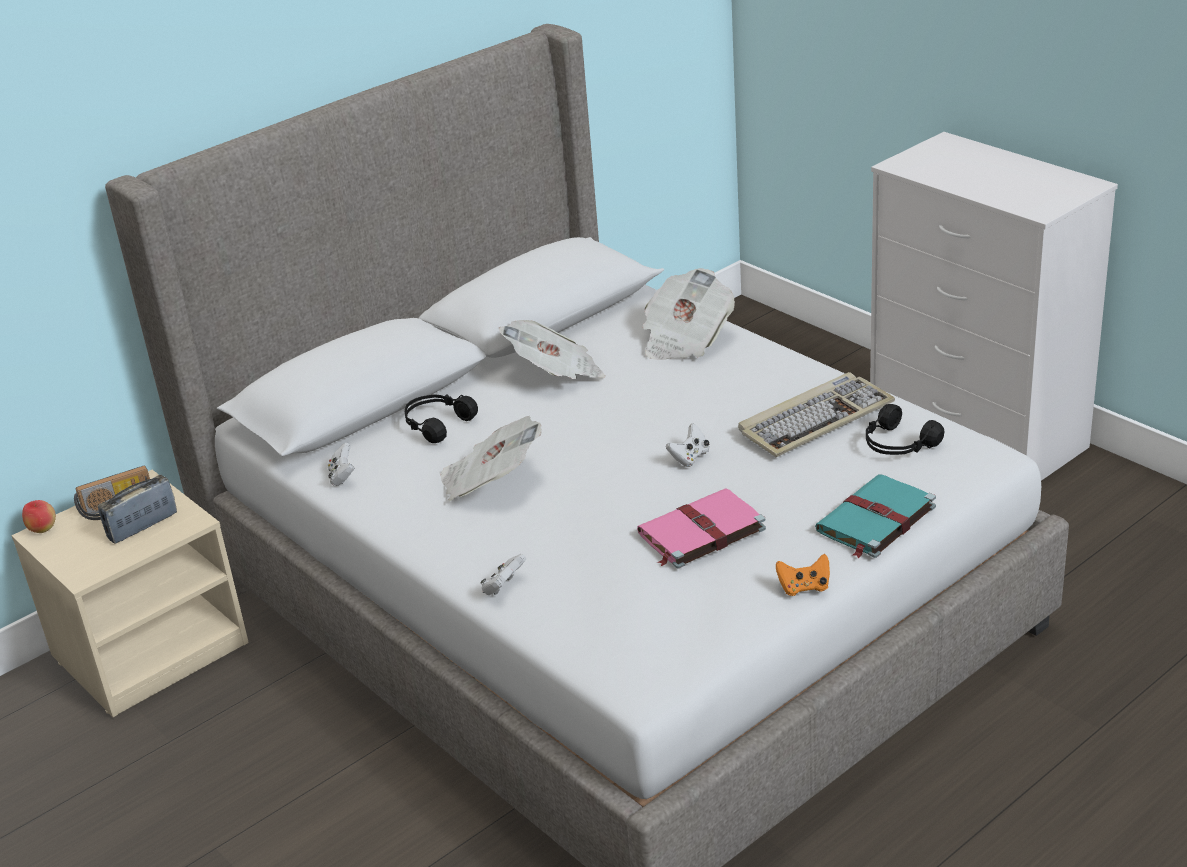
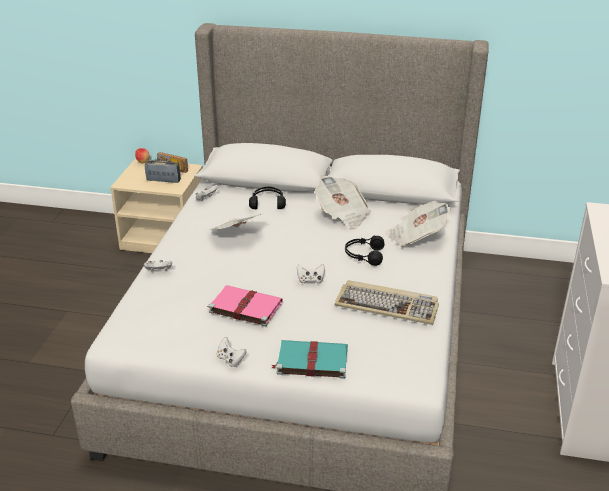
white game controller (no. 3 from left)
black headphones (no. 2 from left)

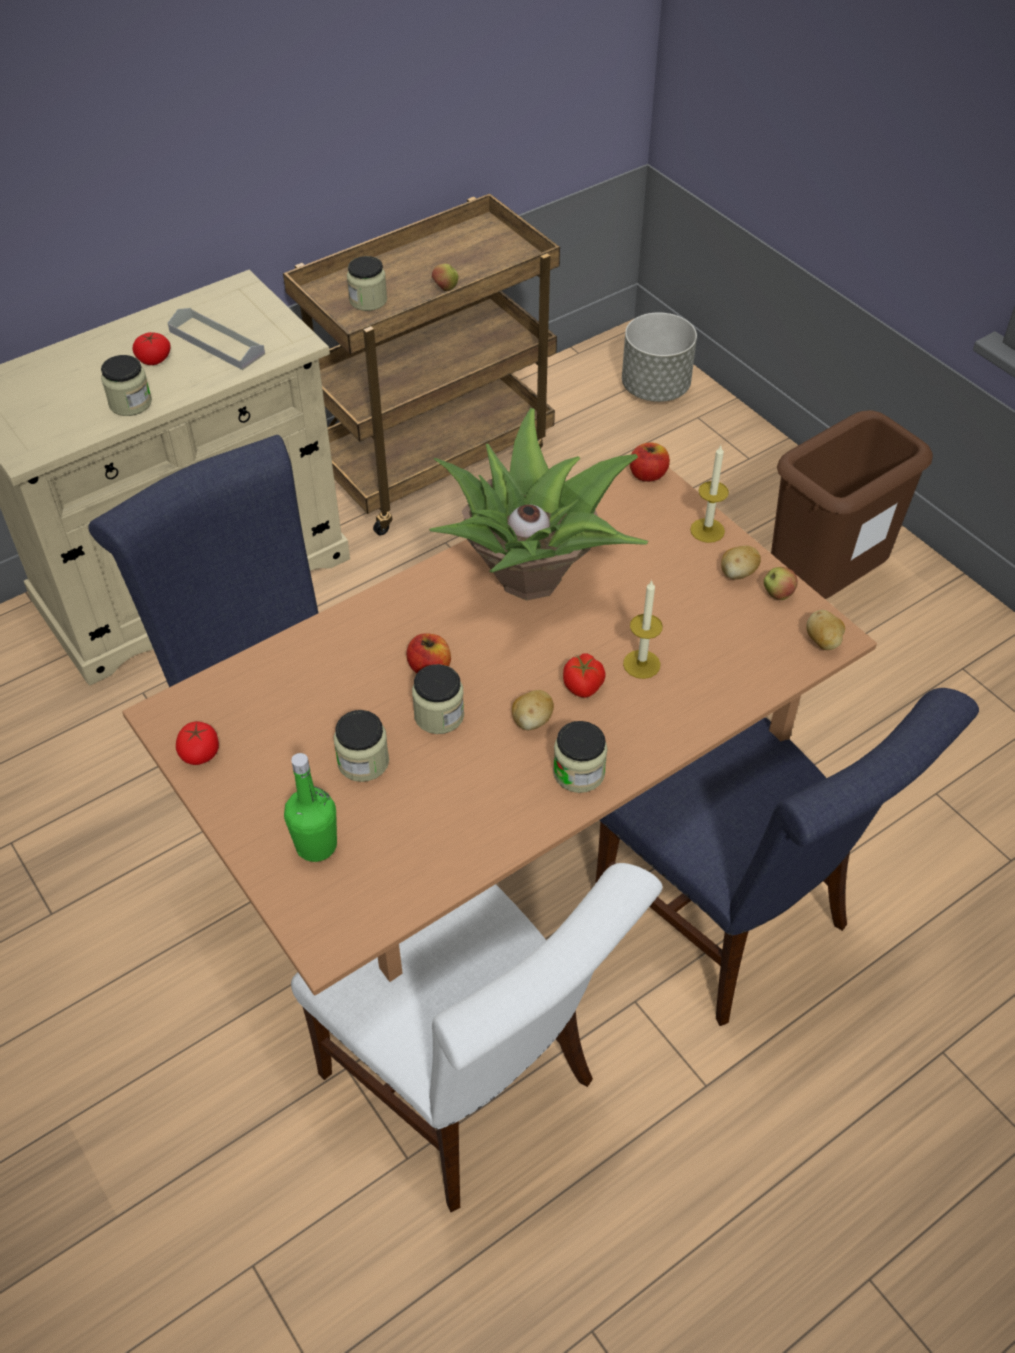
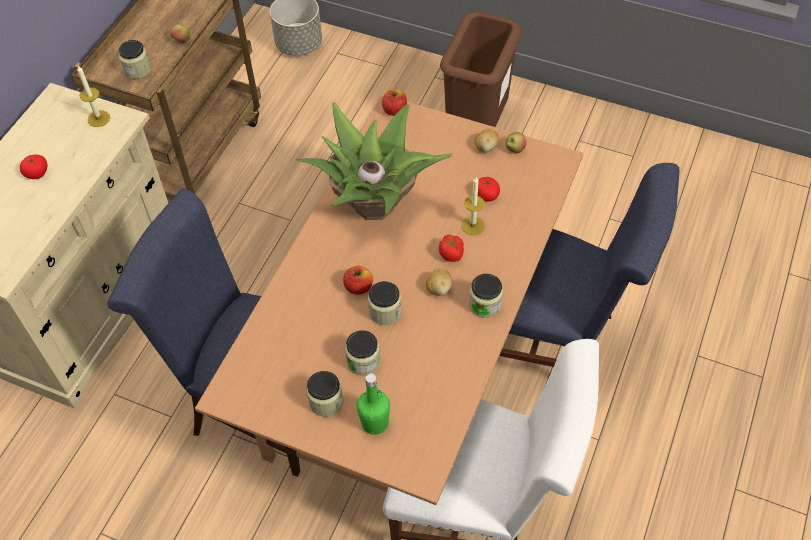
jar (no. 2 from left)
grey tray
tomato (no. 3 from left)
candle (no. 1 from left)
potato (no. 3 from left in the first image)

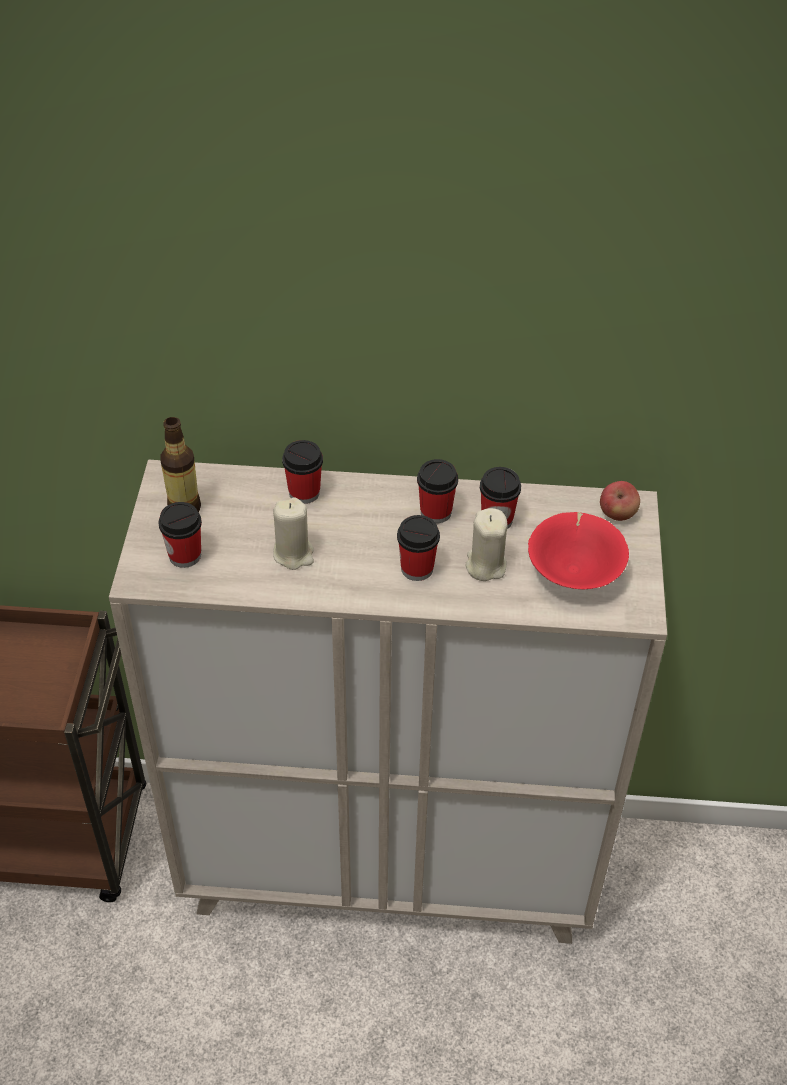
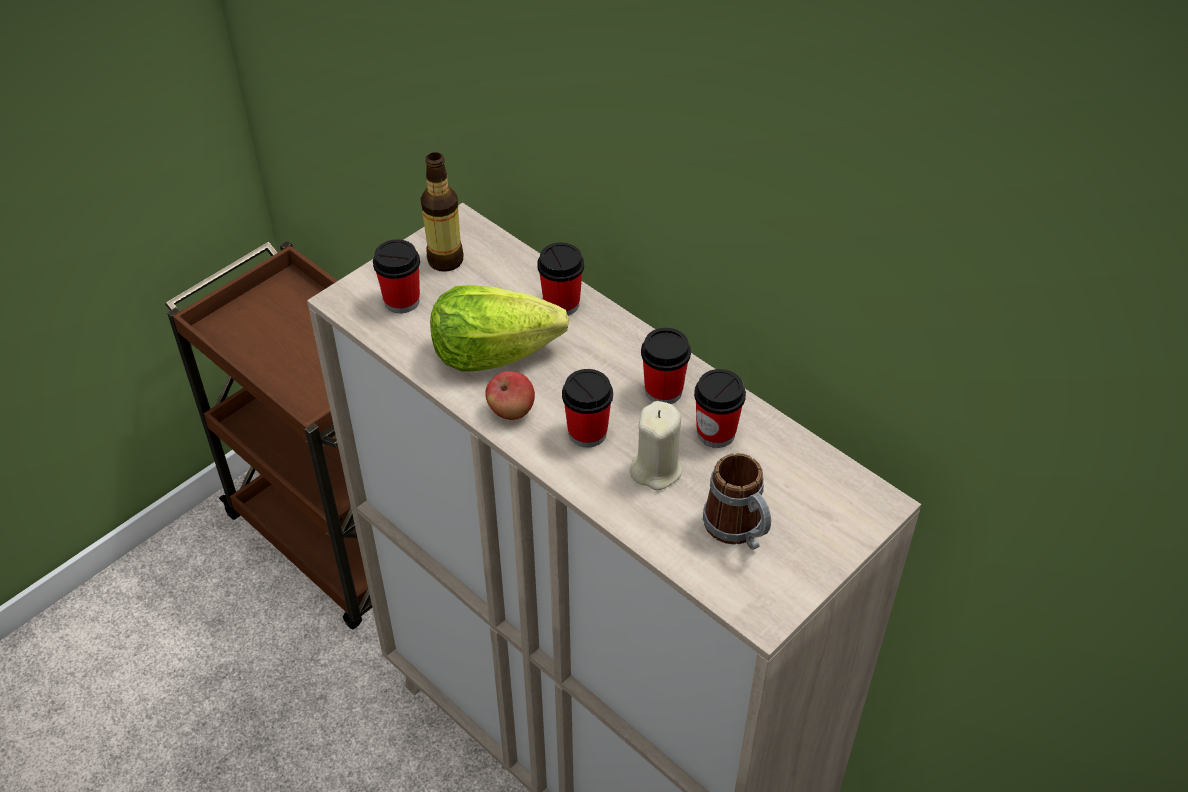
lettuce
mug
apple

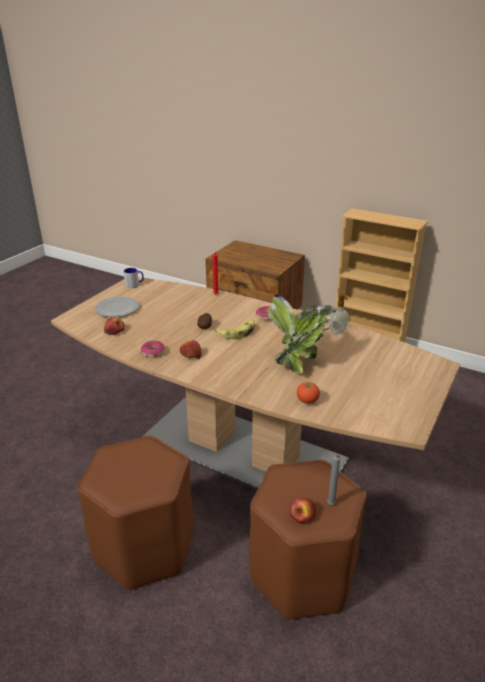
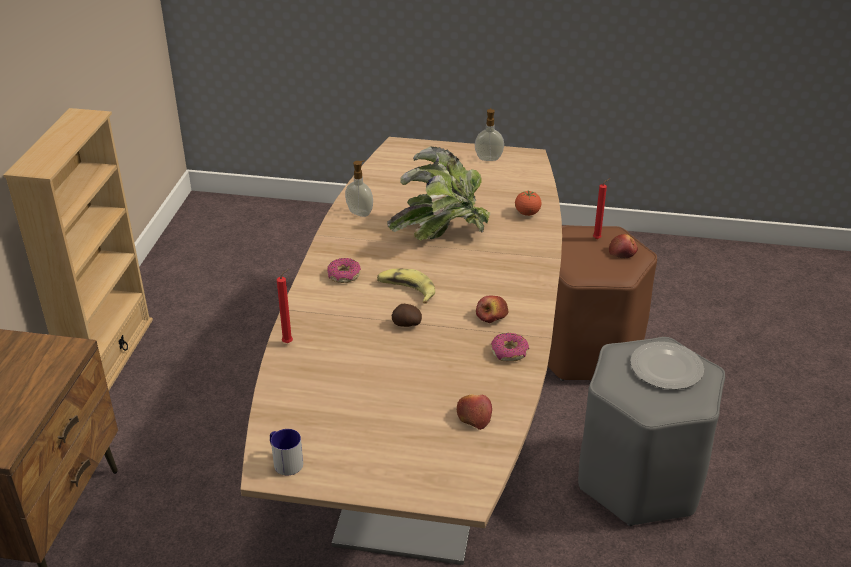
grey stool
plate
red candle (no. 2 from left)
soap dispenser (no. 2 from left)

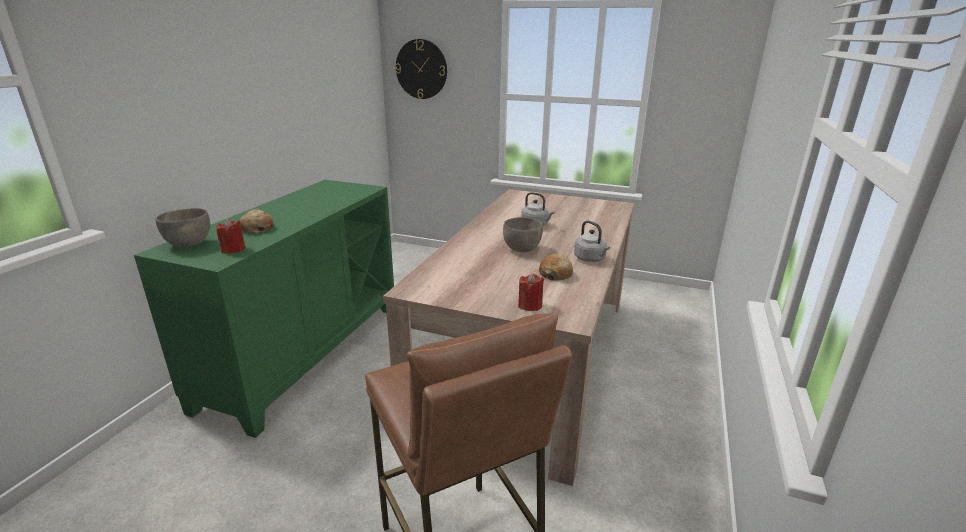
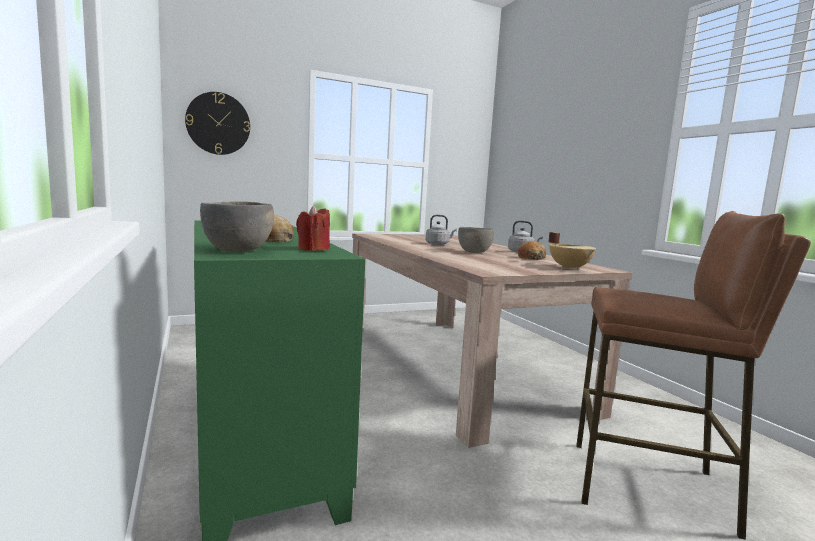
beige cooking pot

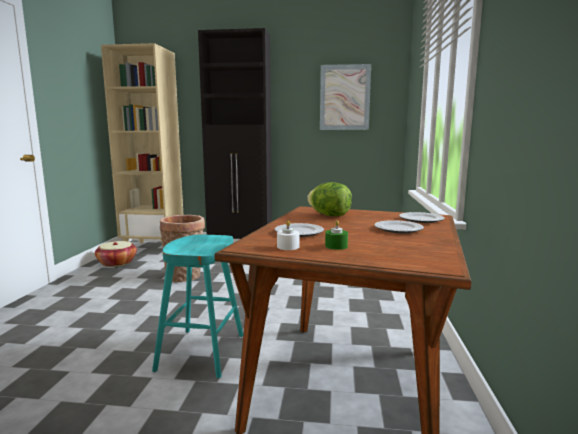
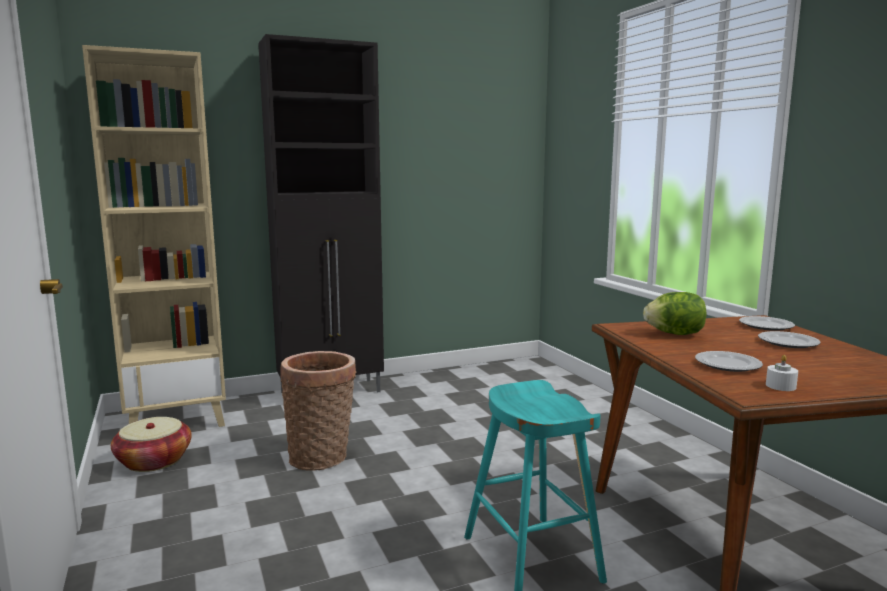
picture
green candle

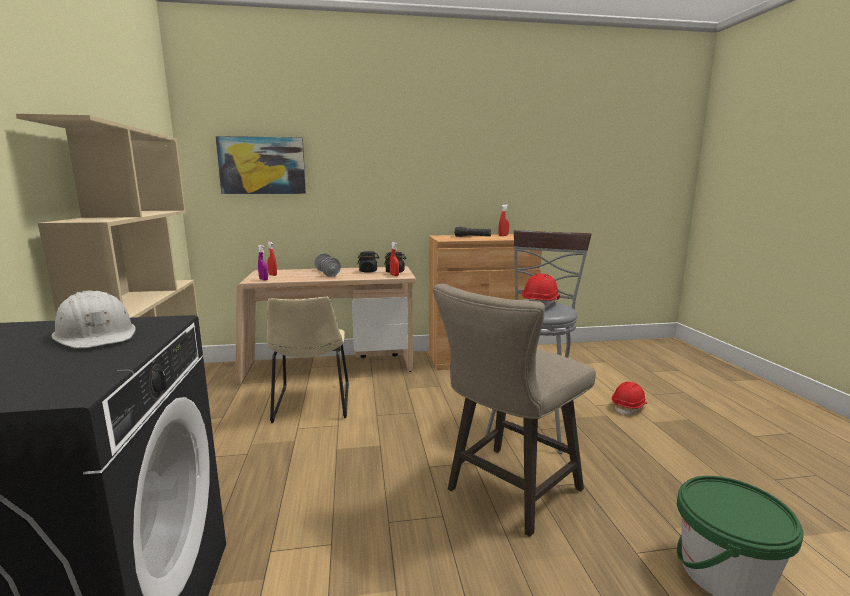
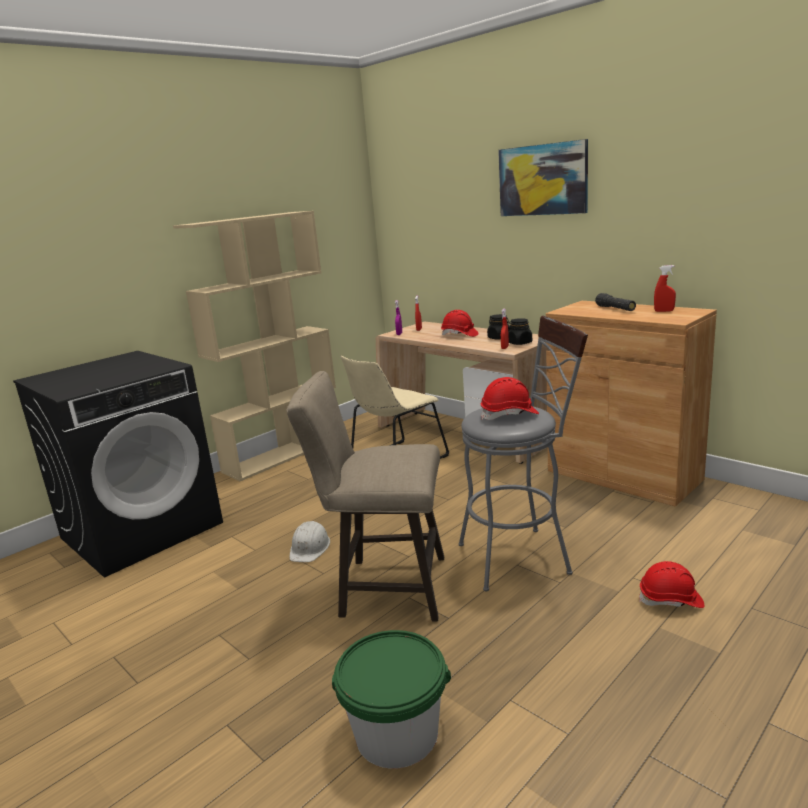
white hard hat
picture
red hard hat (no. 1 from left)

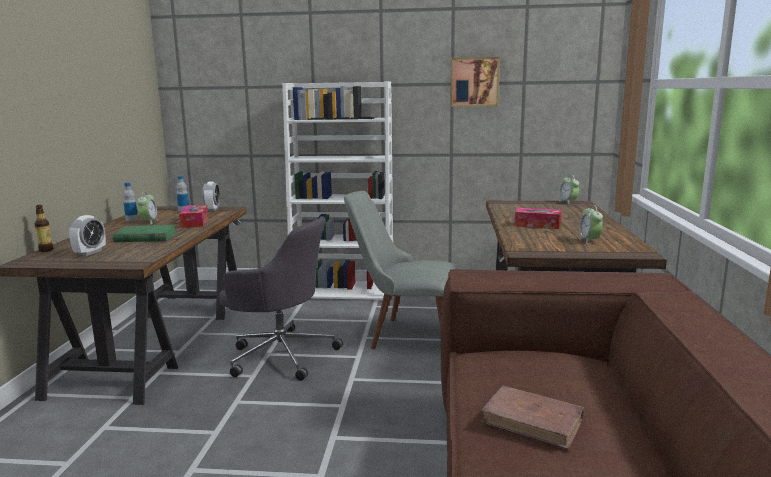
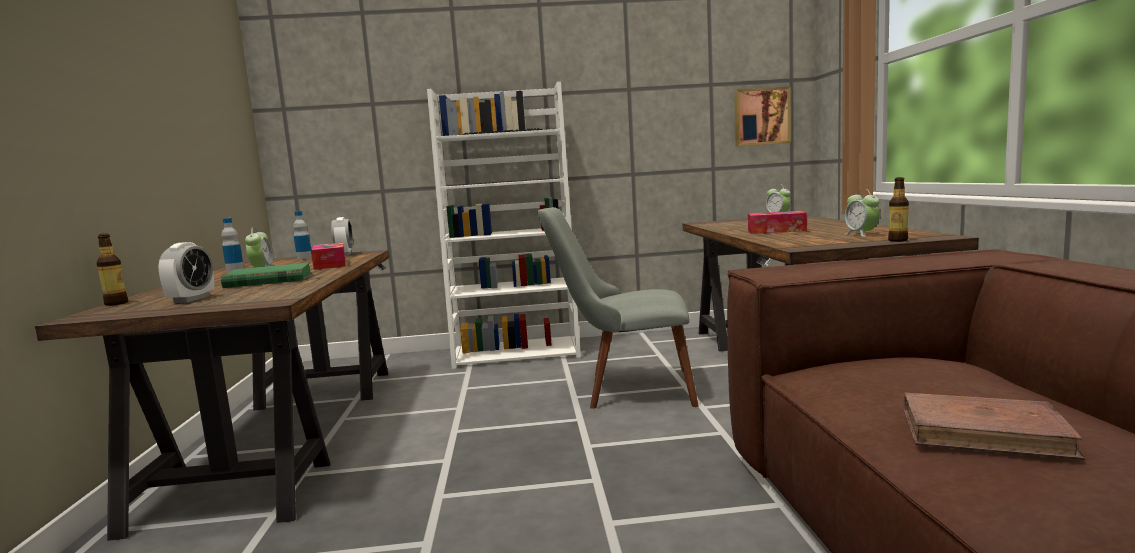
grey office chair
picture
bottle (no. 4 from left)

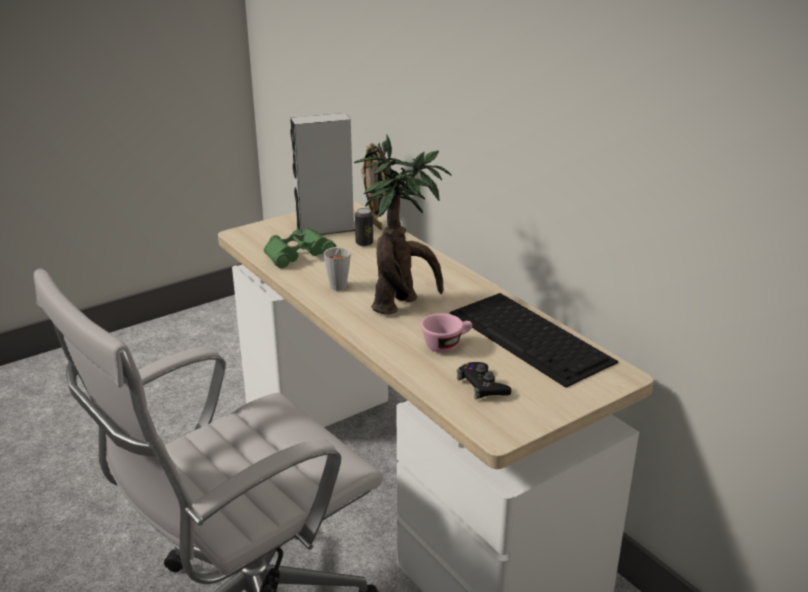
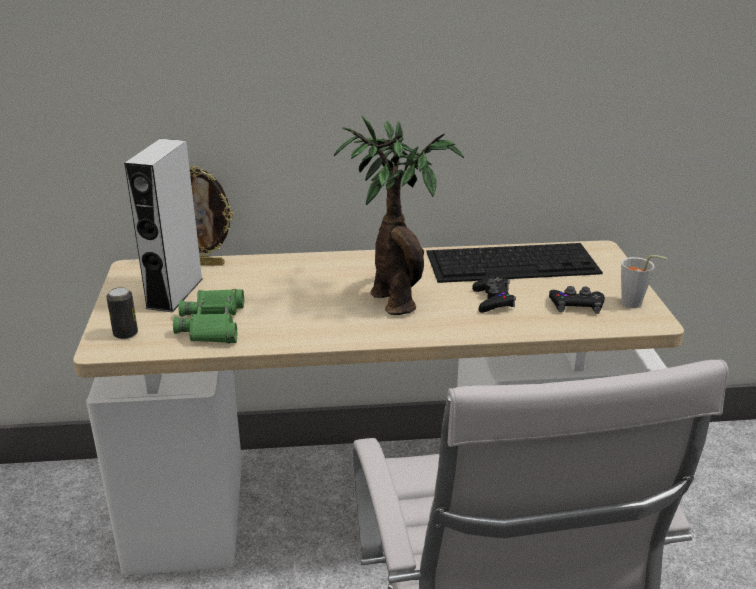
grey cup
can
black game controller (no. 1 from left)

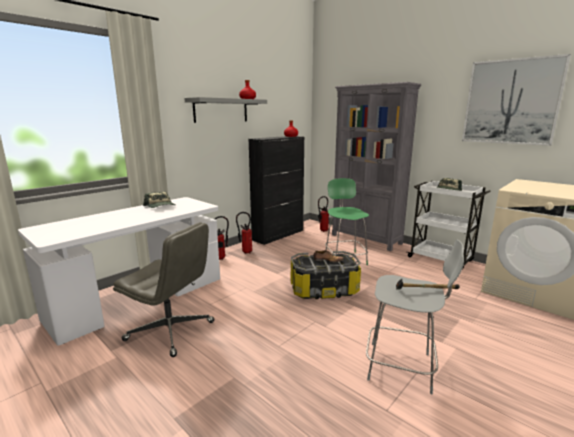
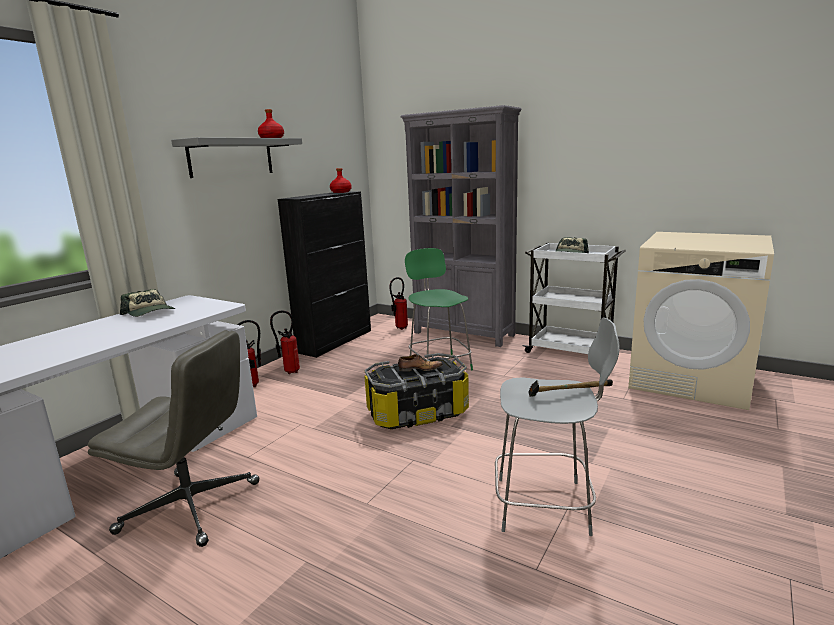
picture

